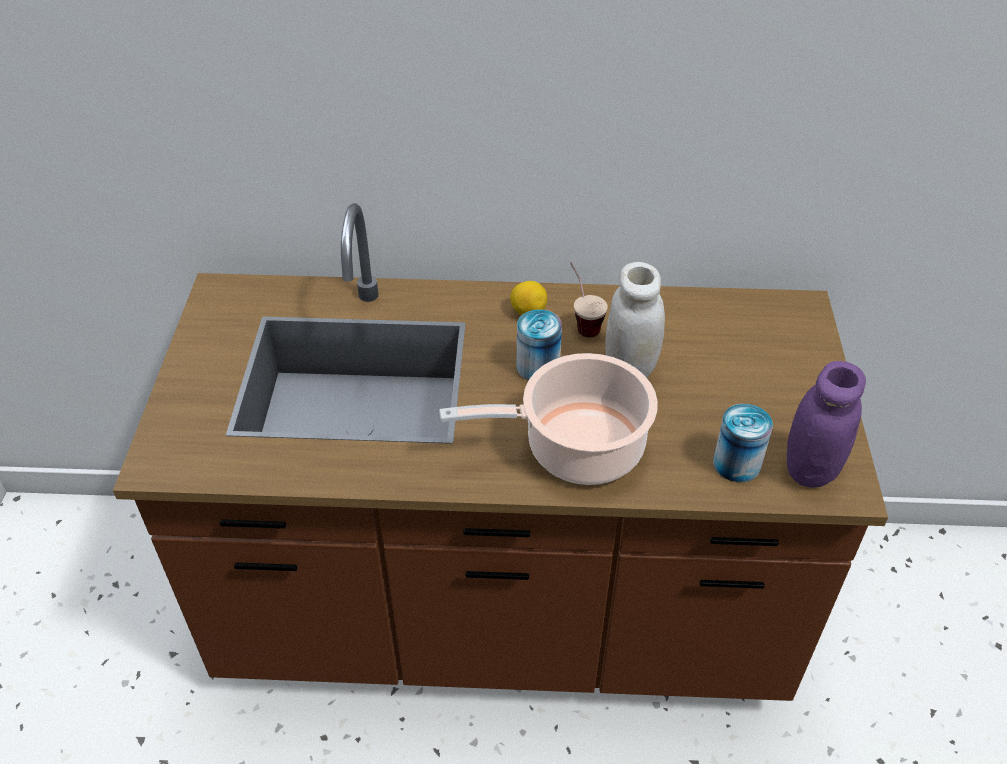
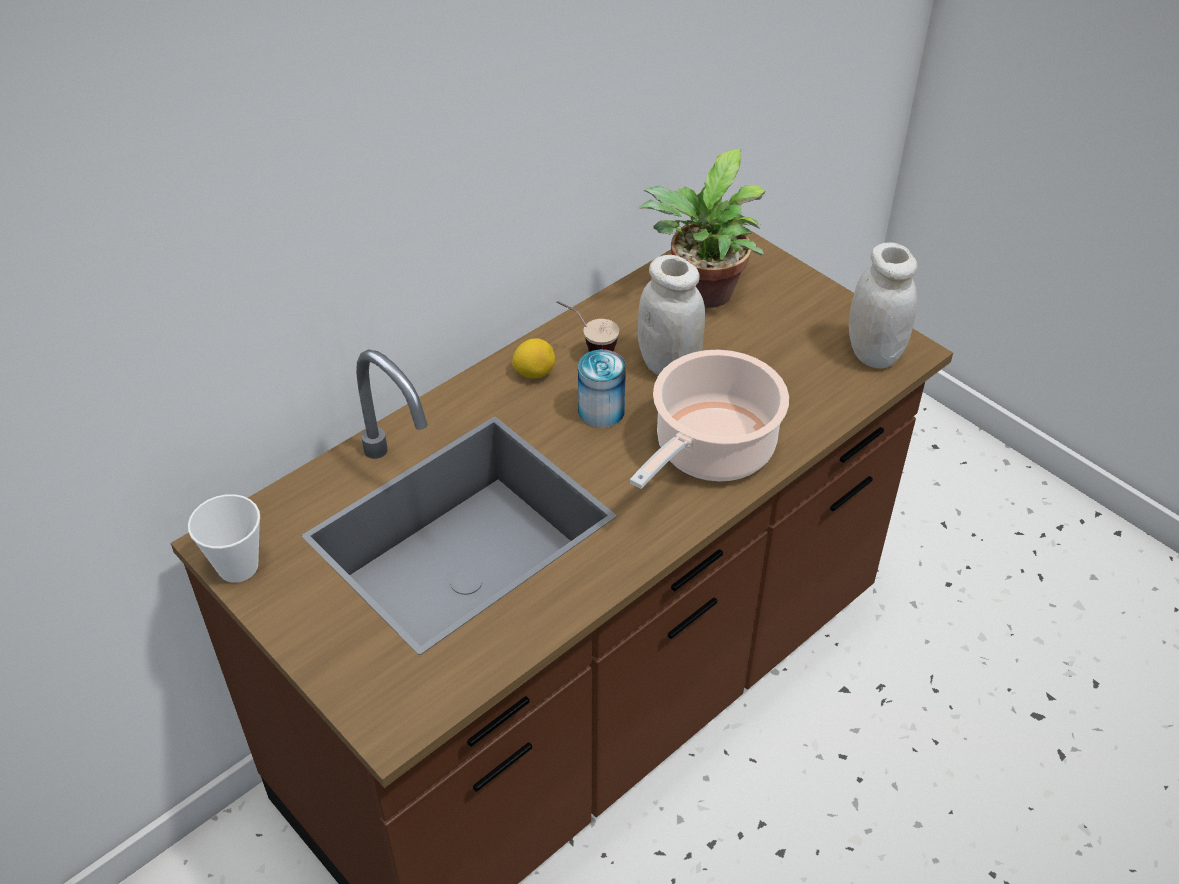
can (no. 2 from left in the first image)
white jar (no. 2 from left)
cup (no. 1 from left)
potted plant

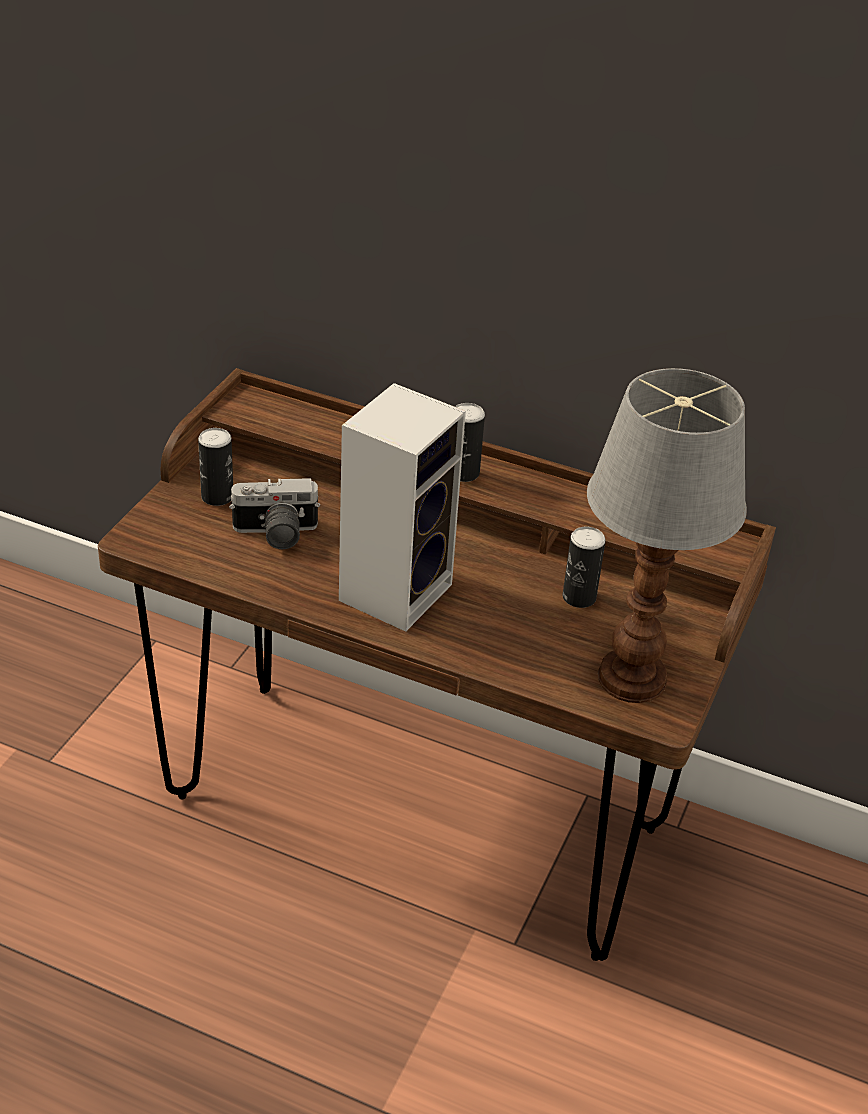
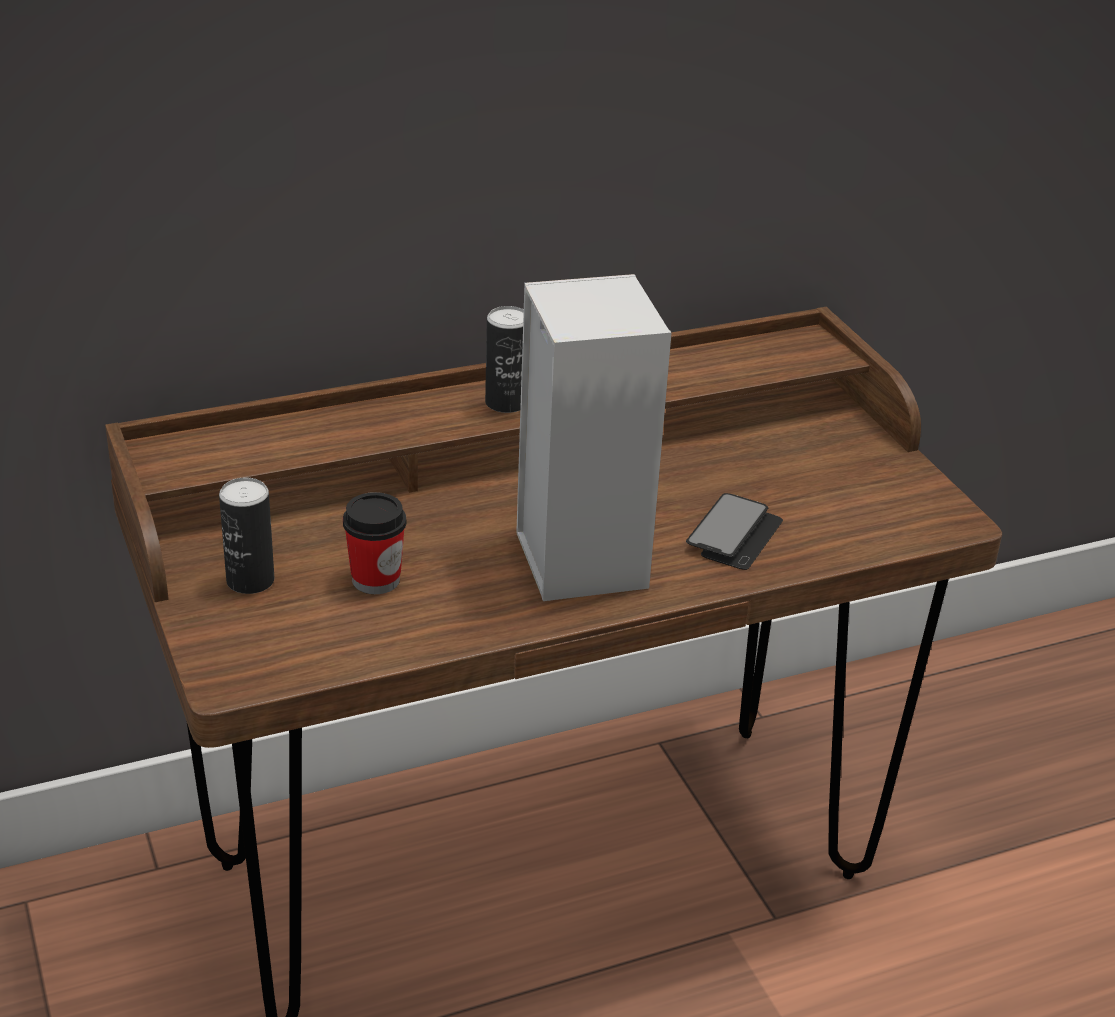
cup
can (no. 3 from left in the first image)
table lamp
phone

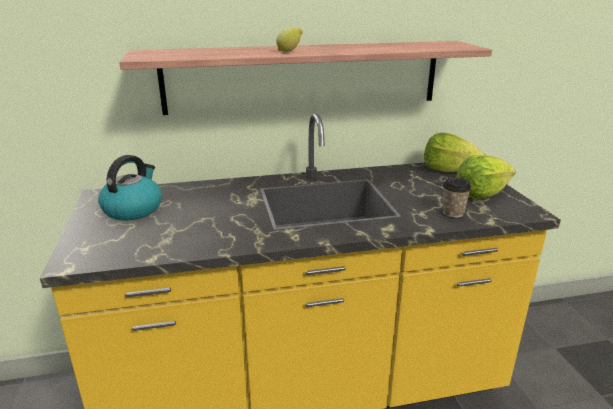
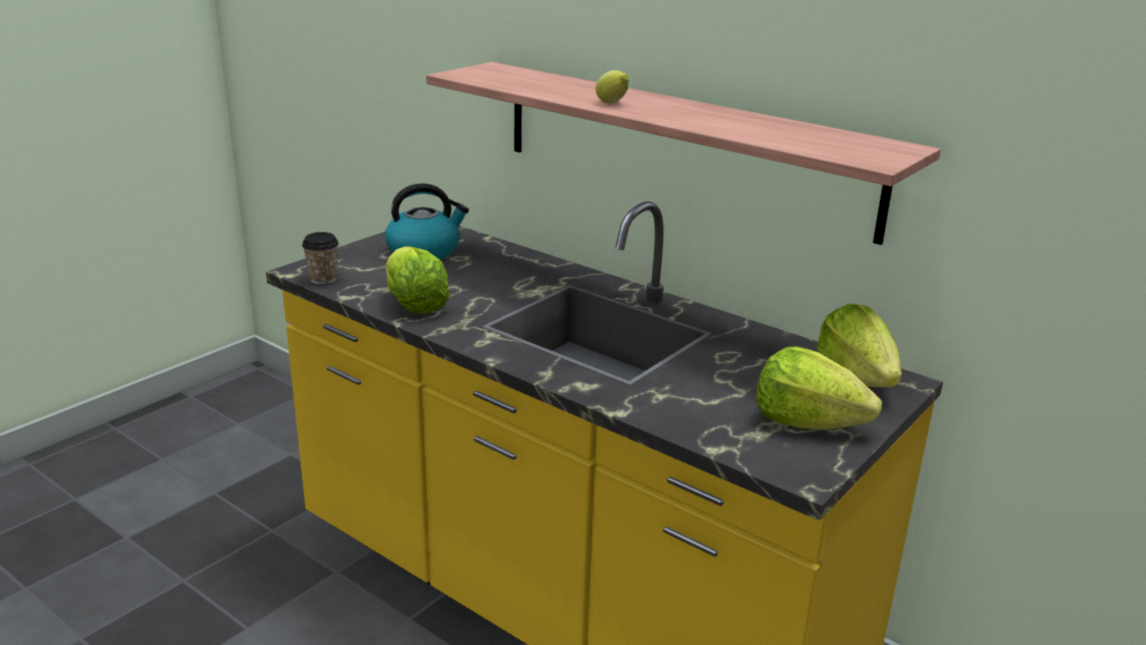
cup
lettuce (no. 1 from left)

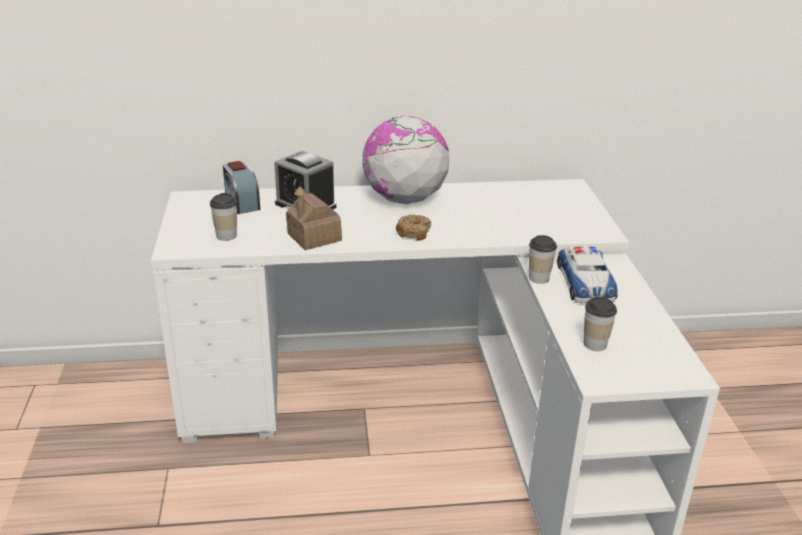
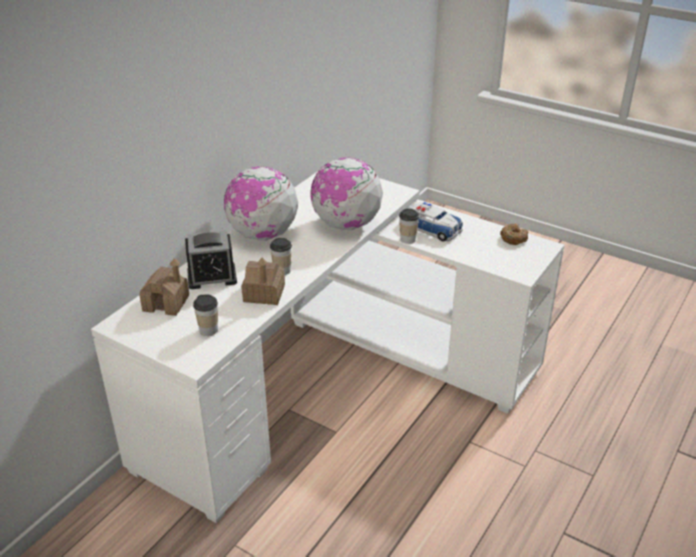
toy house (no. 1 from left)
donut
cup (no. 2 from left)
globe (no. 2 from left)

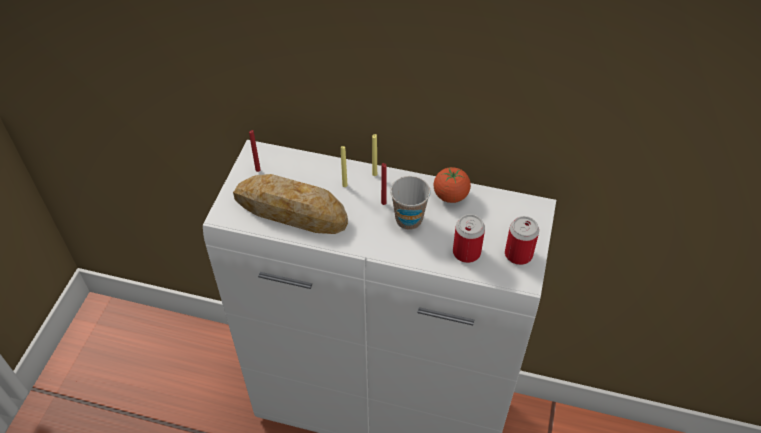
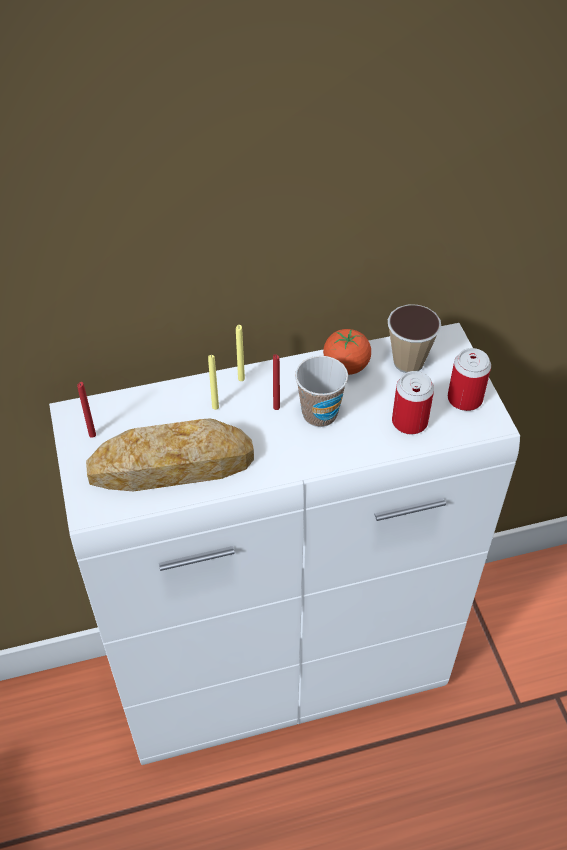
cup (no. 2 from left)

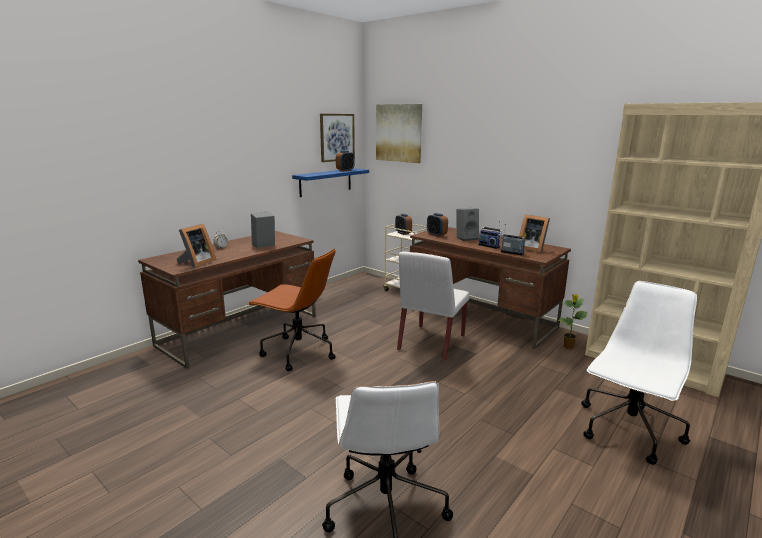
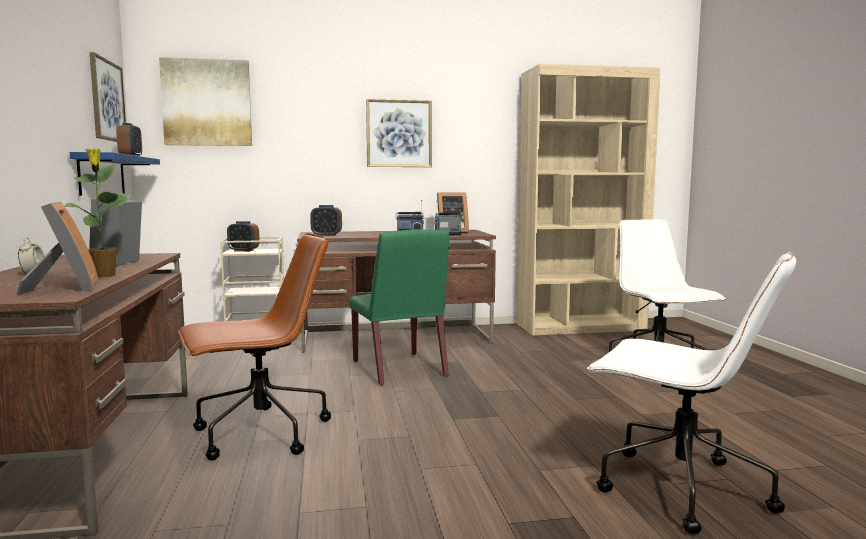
green chair
grey speaker (no. 2 from left in the first image)
potted plant
picture (no. 3 from left)

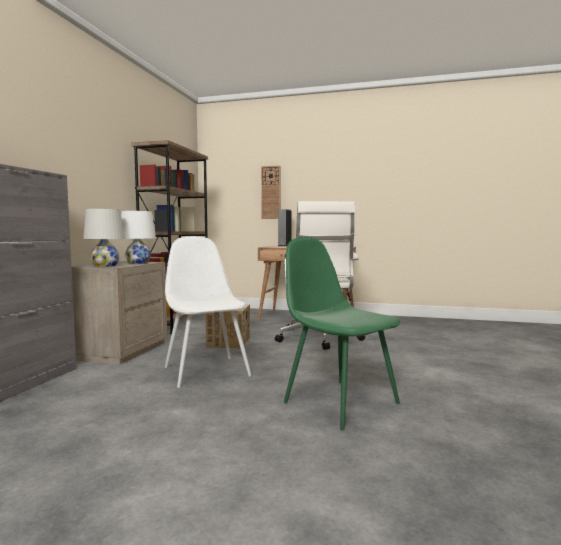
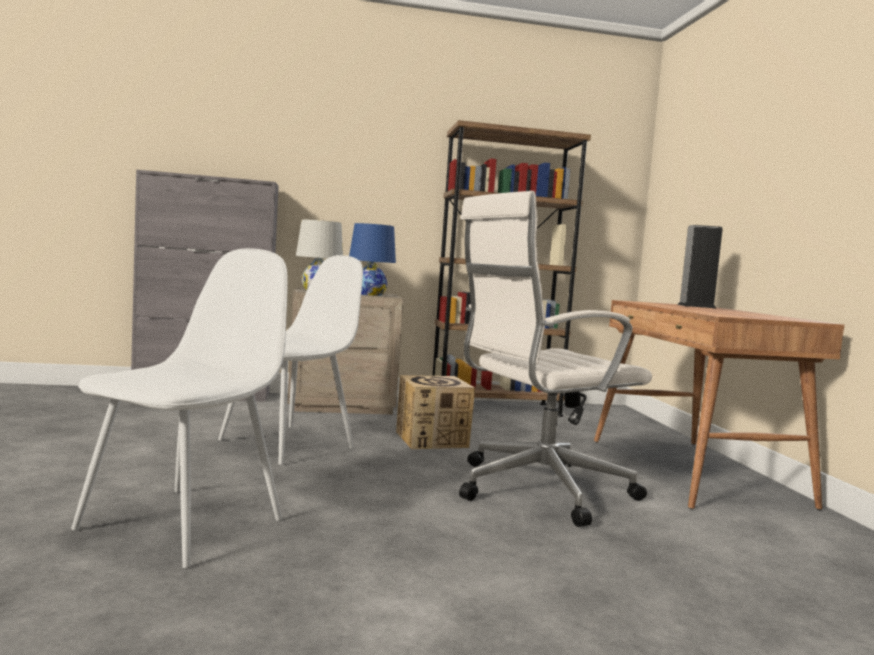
blue table lamp
wall clock
white chair (no. 1 from left)

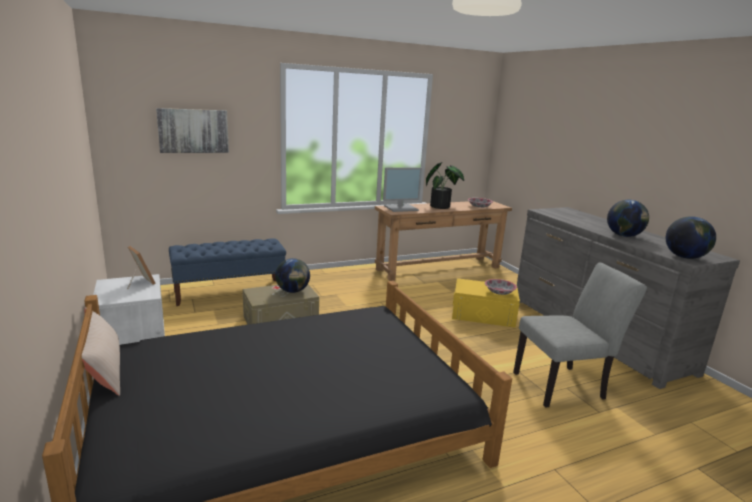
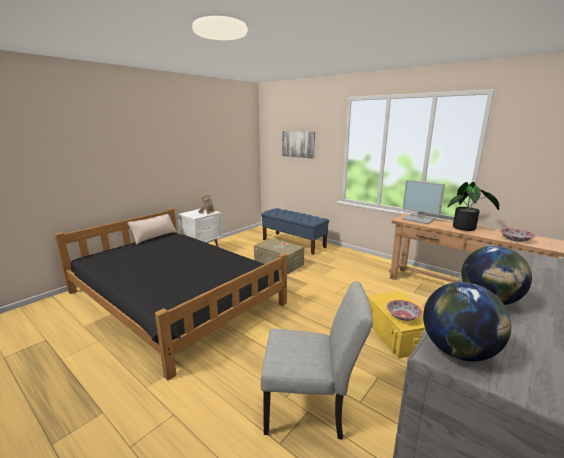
globe (no. 1 from left in the first image)
grey chair

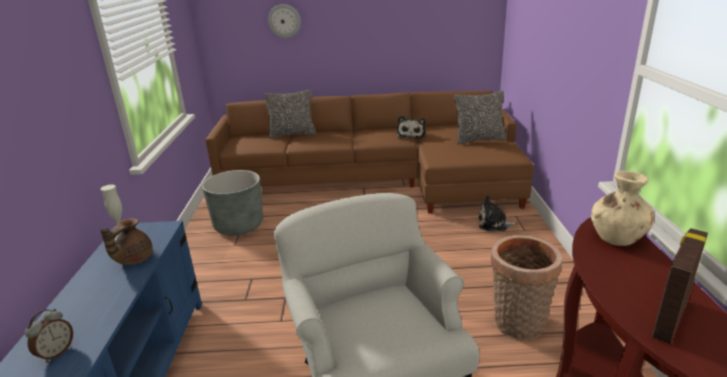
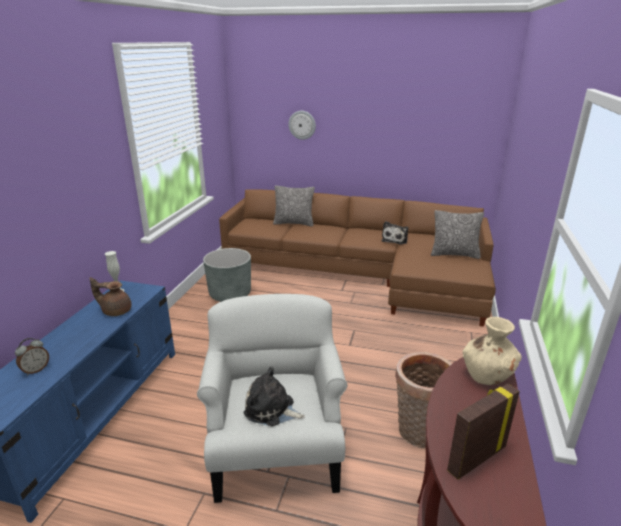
brown teapot
plush toy (no. 1 from left)

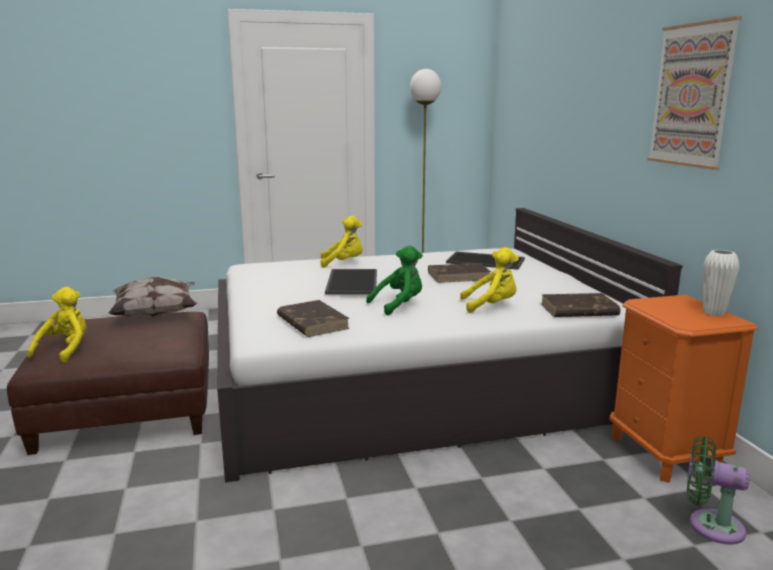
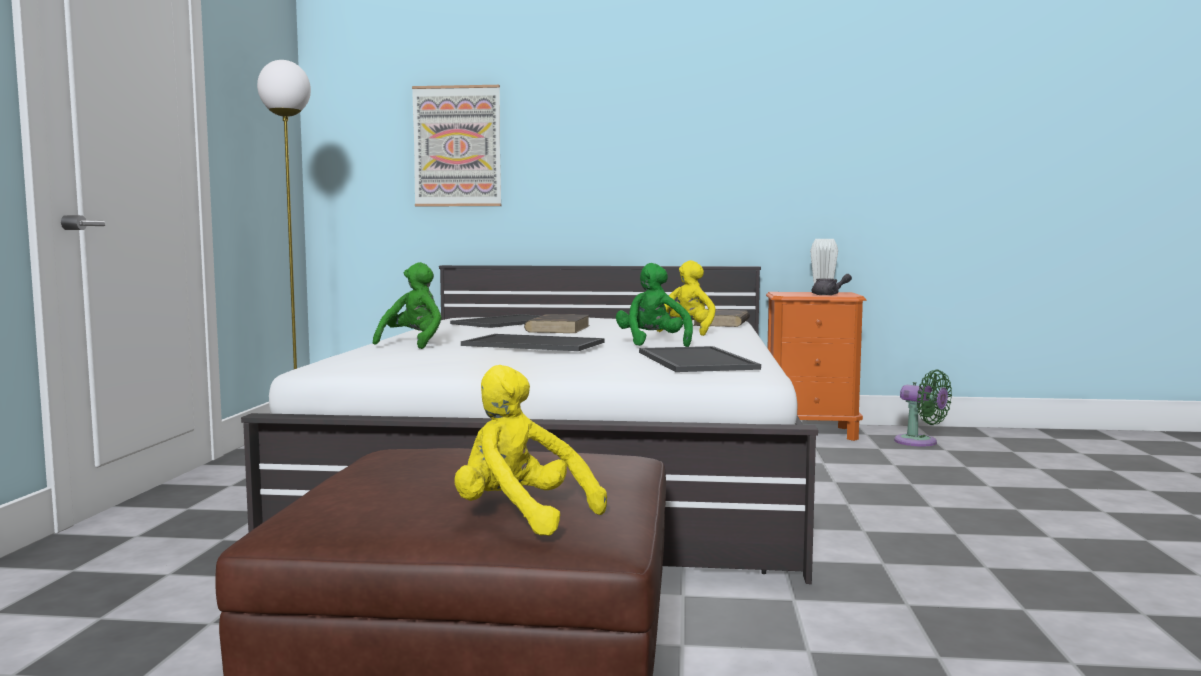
pillow
tray (no. 3 from left)
green plush toy (no. 1 from left)
picture
green fan
grey teapot

